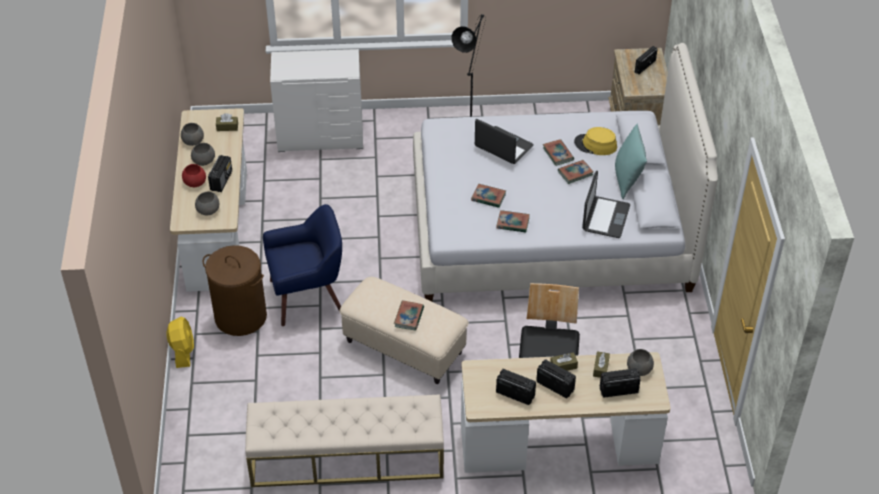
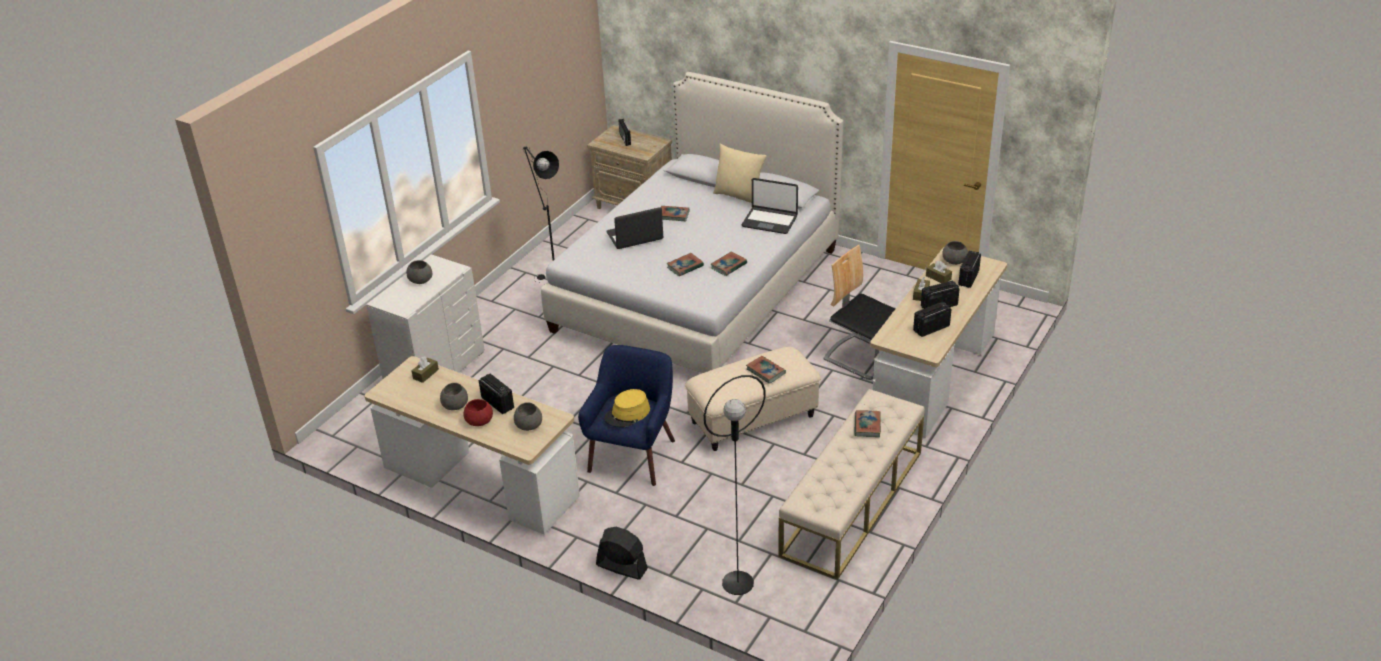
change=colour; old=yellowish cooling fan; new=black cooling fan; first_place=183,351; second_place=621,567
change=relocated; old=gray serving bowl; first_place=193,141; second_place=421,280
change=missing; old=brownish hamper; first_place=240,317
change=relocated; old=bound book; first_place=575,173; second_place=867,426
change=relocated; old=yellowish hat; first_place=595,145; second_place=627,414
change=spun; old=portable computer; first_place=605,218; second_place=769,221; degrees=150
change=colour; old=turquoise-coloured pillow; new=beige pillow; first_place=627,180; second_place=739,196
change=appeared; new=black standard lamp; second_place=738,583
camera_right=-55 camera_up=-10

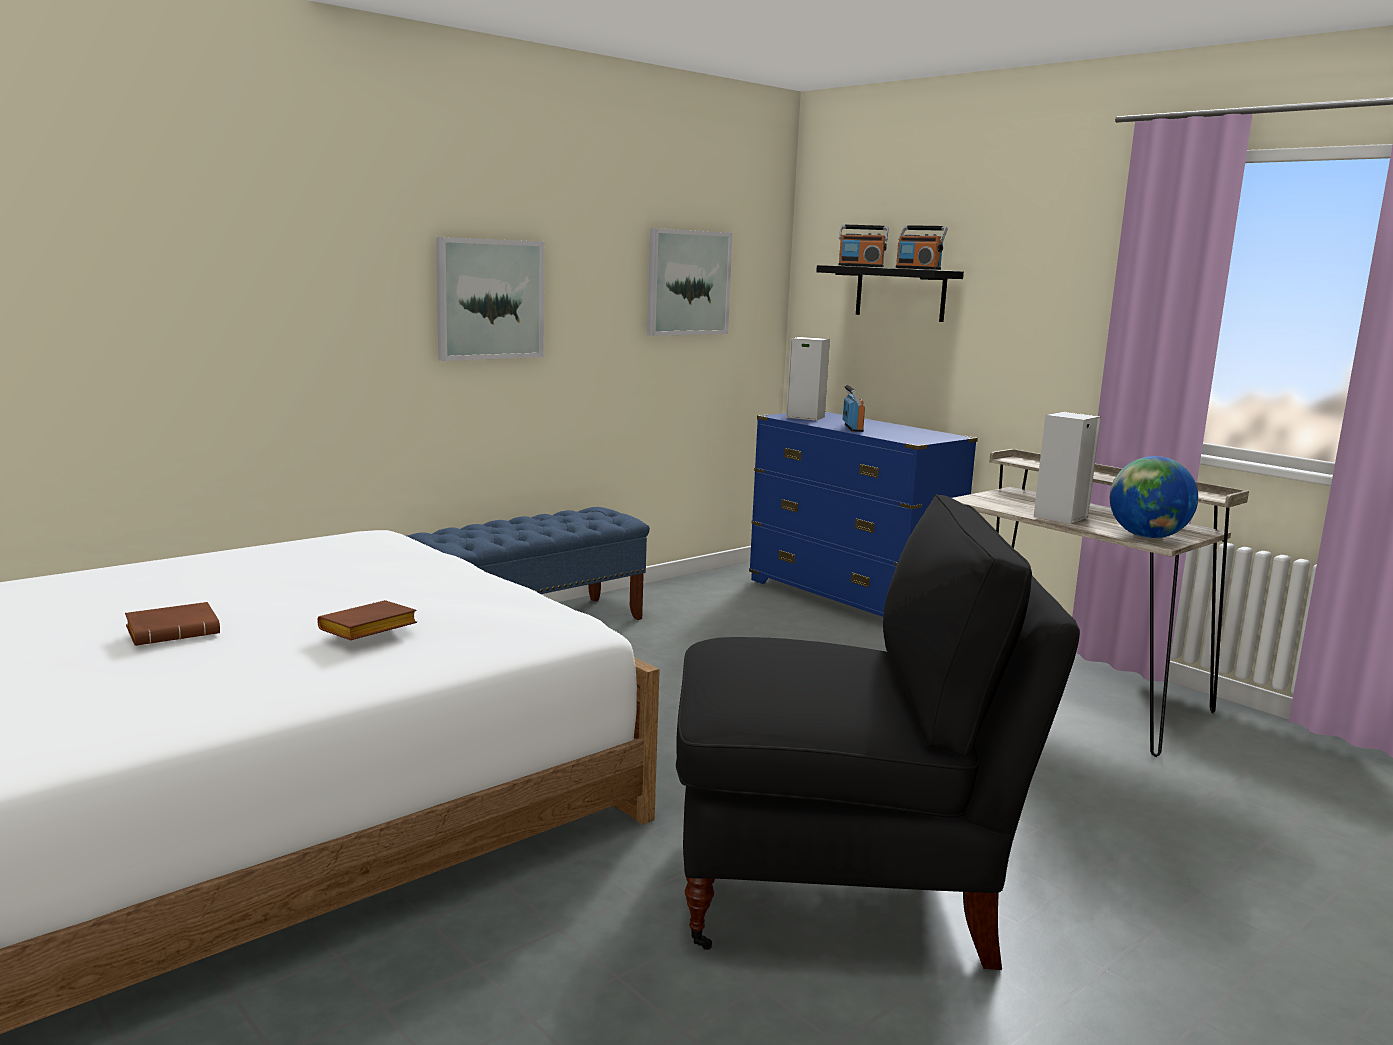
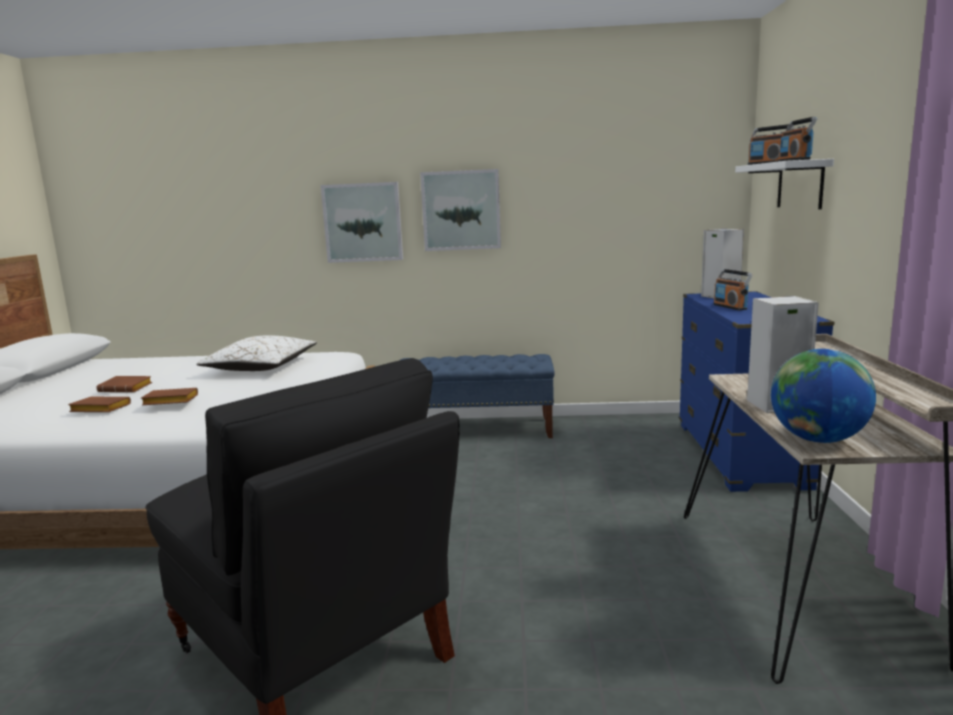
change=relocated; old=picture; first_place=687,282; second_place=363,222
change=colour; old=black bracket shelf; new=white bracket shelf; first_place=900,293; second_place=800,185
change=spun; old=radio receiver; first_place=853,428; second_place=730,307; degrees=120
change=appeared; new=brownish bound book; second_place=98,409
change=appeared; new=white pillow; second_place=260,367
camera_right=45 camera_up=0

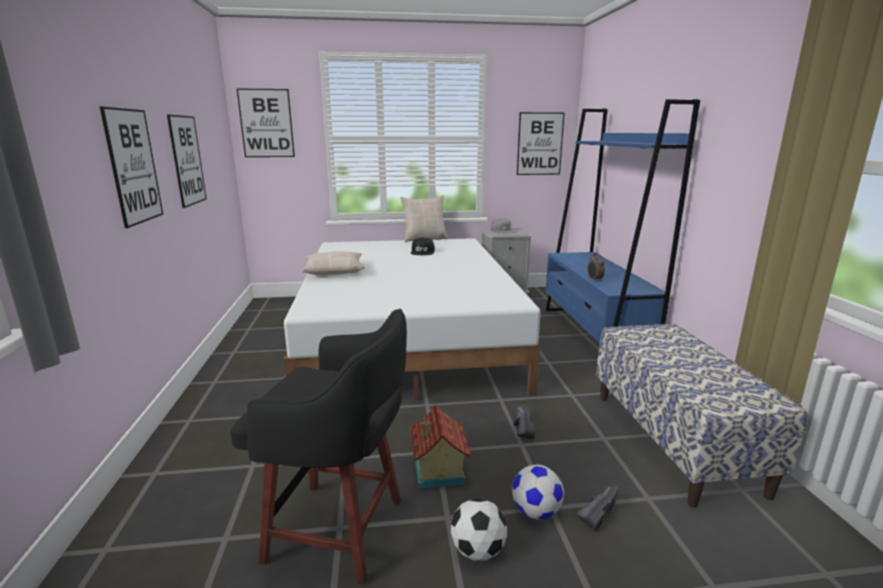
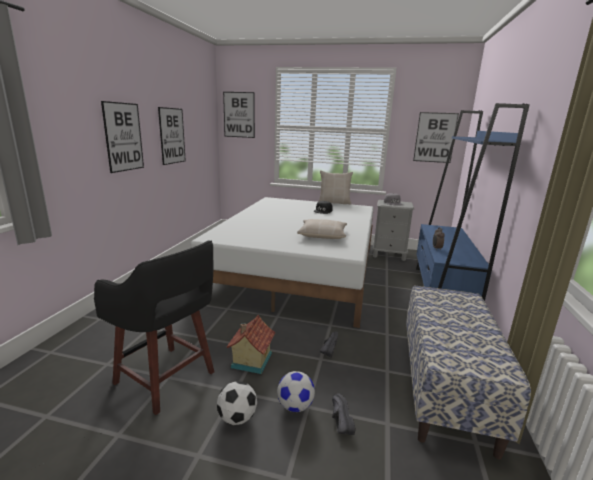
change=relocated; old=beige pillow; first_place=334,270; second_place=322,234
change=spun; old=black shoe; first_place=596,512; second_place=338,420; degrees=-75
camera_right=20 camera_up=0

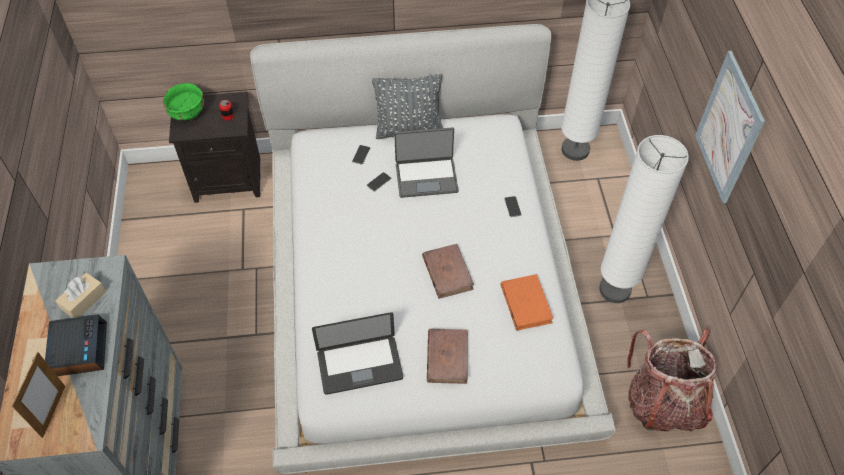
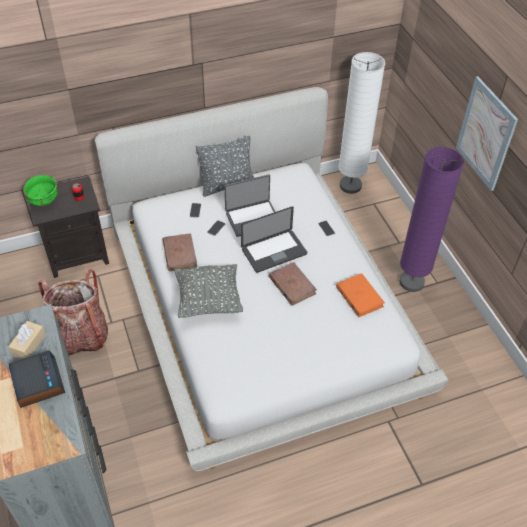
change=missing; old=picture frame; first_place=53,411
change=relocated; old=portable computer; first_place=360,365; second_place=274,252
change=relocated; old=brownish bound book; first_place=447,357; second_place=180,254
change=colour; old=white standard lamp; new=purple-coloured standard lamp; first_place=615,290; second_place=411,282
change=relocated; old=knapsack; first_place=663,403; second_place=79,336
change=appeared; new=gray pillow; second_place=208,301
camera_right=-15 camera_up=-5

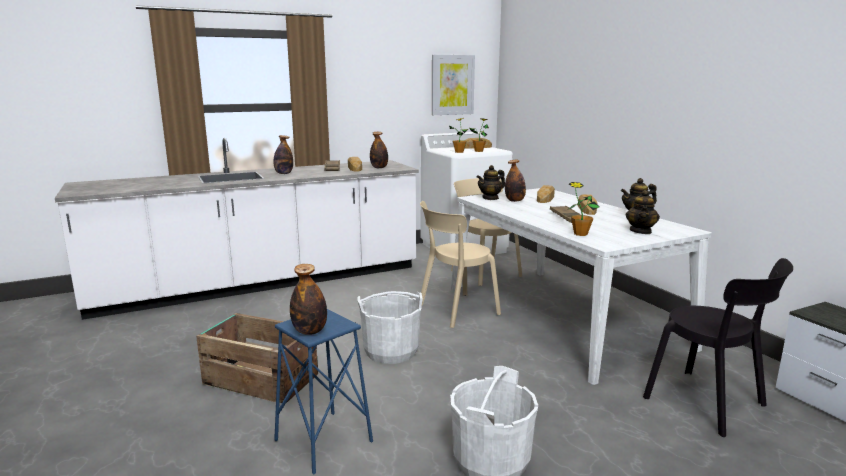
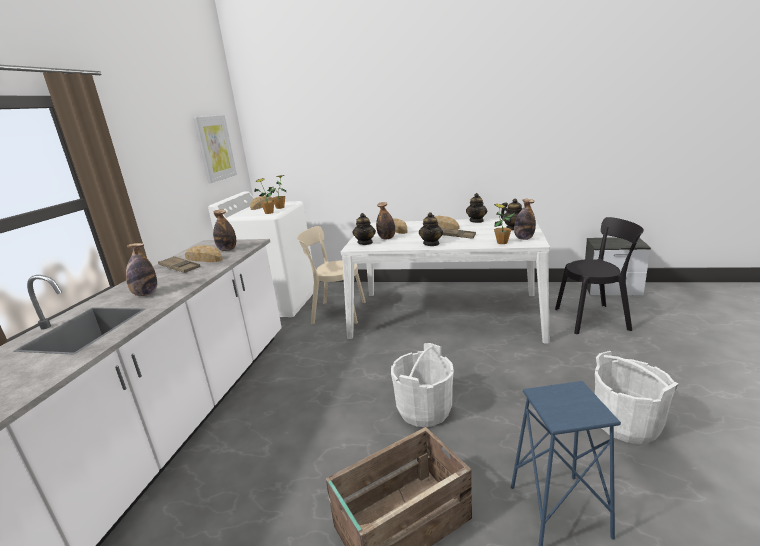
change=relocated; old=bottle; first_place=310,331; second_place=524,238
change=missing; old=beige upright chair; first_place=455,311
change=appeared; new=teapot; second_place=431,244
camera_right=-50 camera_up=5

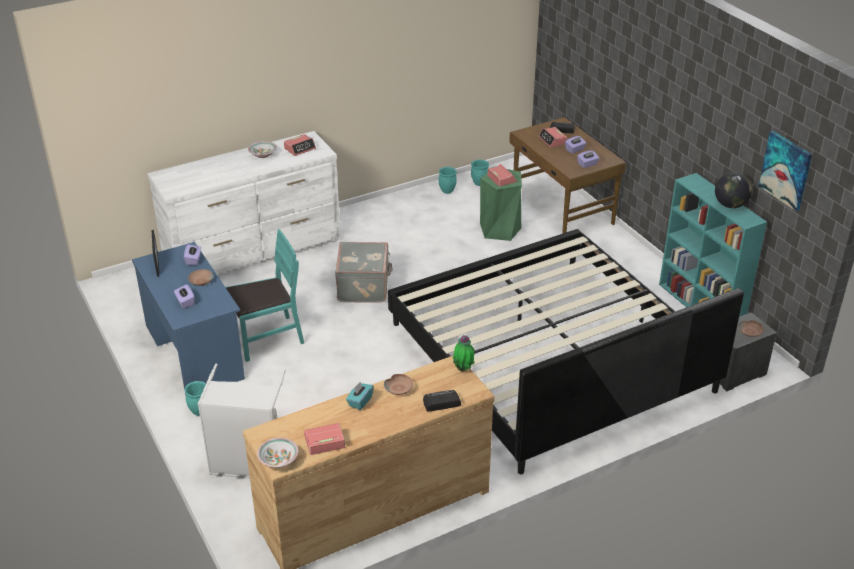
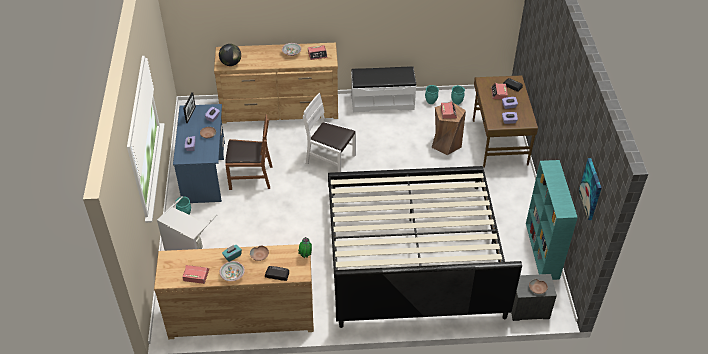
change=colour; old=white drawer chest; new=brownish drawer chest; first_place=254,250; second_place=280,109
change=colour; old=turquoise-coloured upright chair; new=brownish upright chair; first_place=266,337; second_place=250,177
change=relocated; old=serving bowl; first_place=278,459; second_place=232,275
change=exchanged; old=gray suitcase; new=white upright chair; first_place=364,287; second_place=330,160
change=colour; old=green stool seat; new=brownish stool seat; first_place=500,229; second_place=446,144
change=relocated; old=globe; first_place=730,205; second_place=231,63
change=appeared; new=white indoor bench; second_place=382,101
camera_right=25 camera_up=10

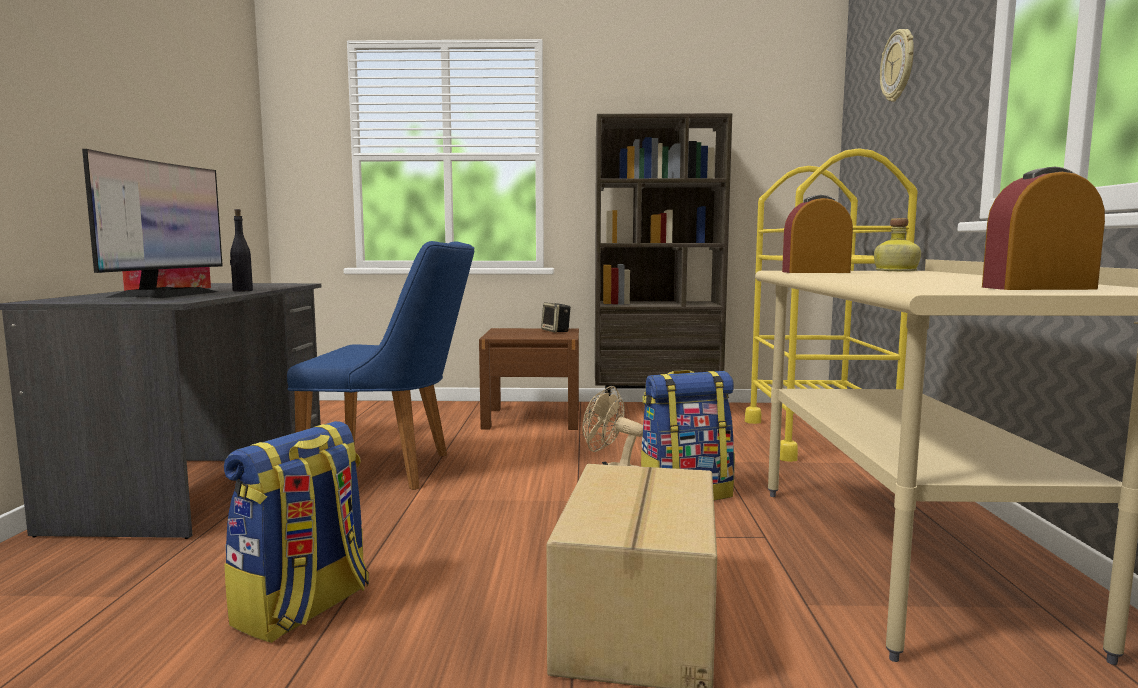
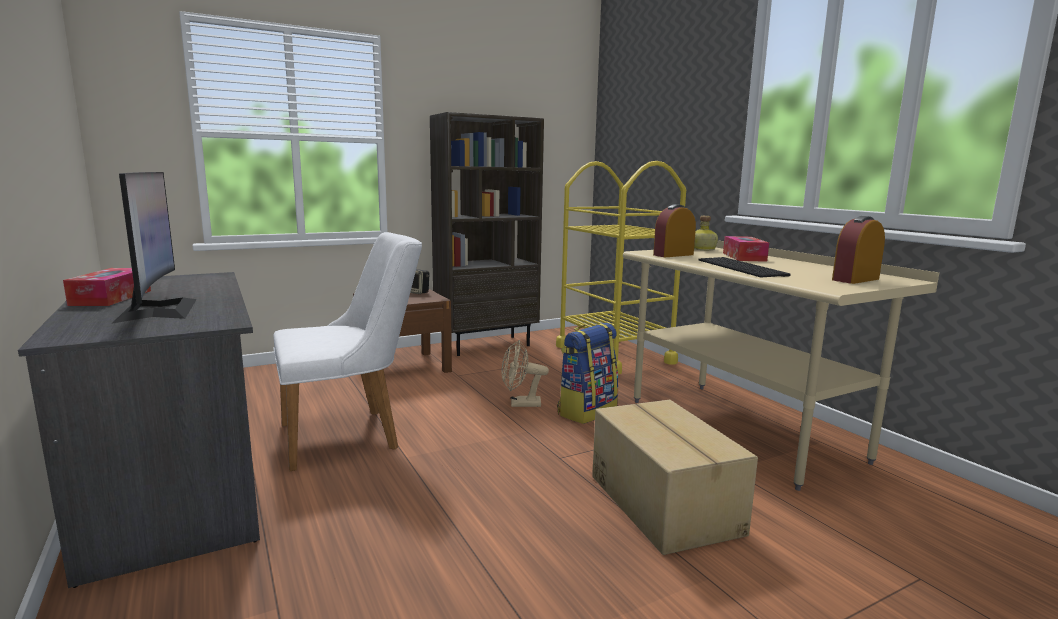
change=missing; old=knapsack; first_place=304,609
change=missing; old=black bottle; first_place=242,290
change=colour; old=blue upright chair; new=white upright chair; first_place=393,469; second_place=351,435
change=missing; old=wall clock; first_place=898,66
change=appeared; new=computer keyboard; second_place=743,267
change=appeared; new=tissue holder; second_place=744,257
camera_right=-30 camera_up=5

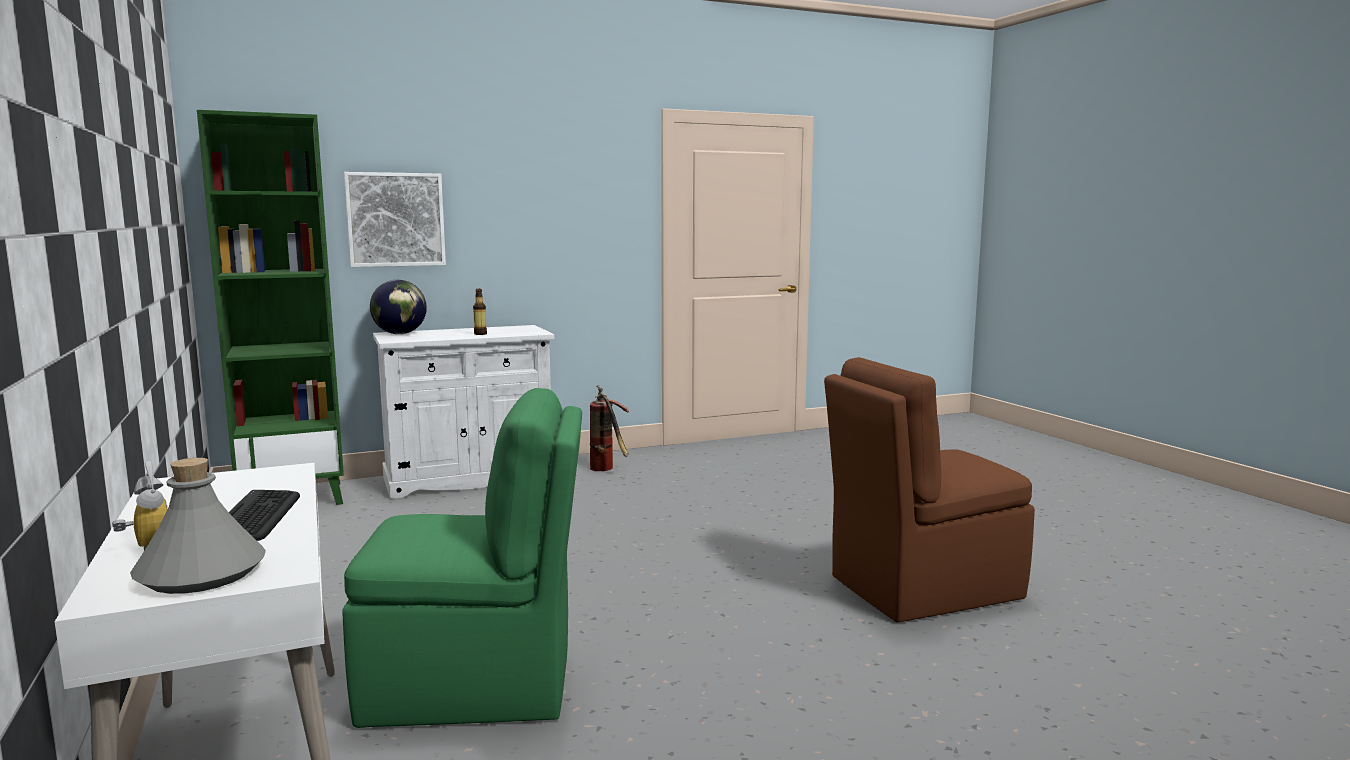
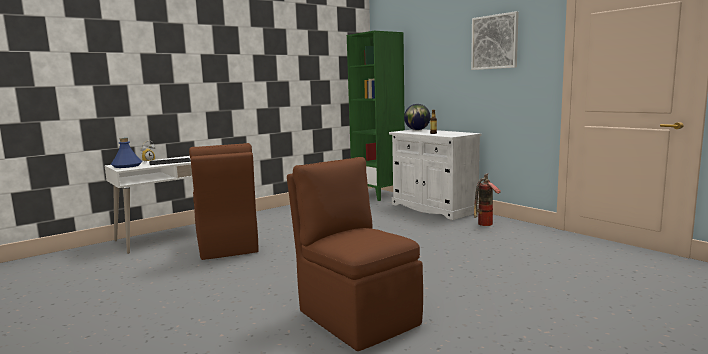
change=colour; old=gray bottle; new=blue bottle; first_place=202,573; second_place=127,166
change=colour; old=green upright chair; new=brownish upright chair; first_place=476,684; second_place=227,246
change=relocated; old=picture; first_place=395,219; second_place=494,42
camera_right=75 camera_up=0

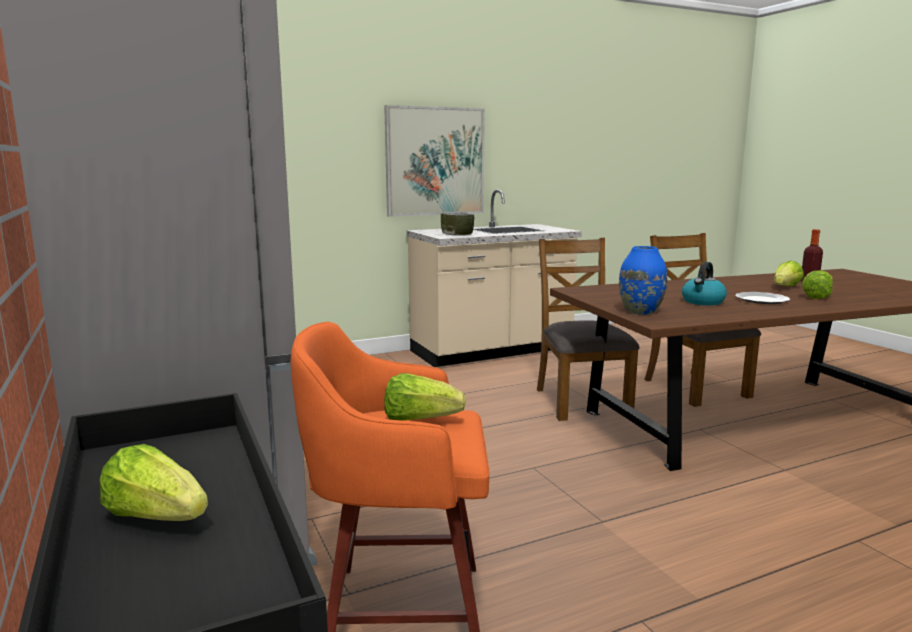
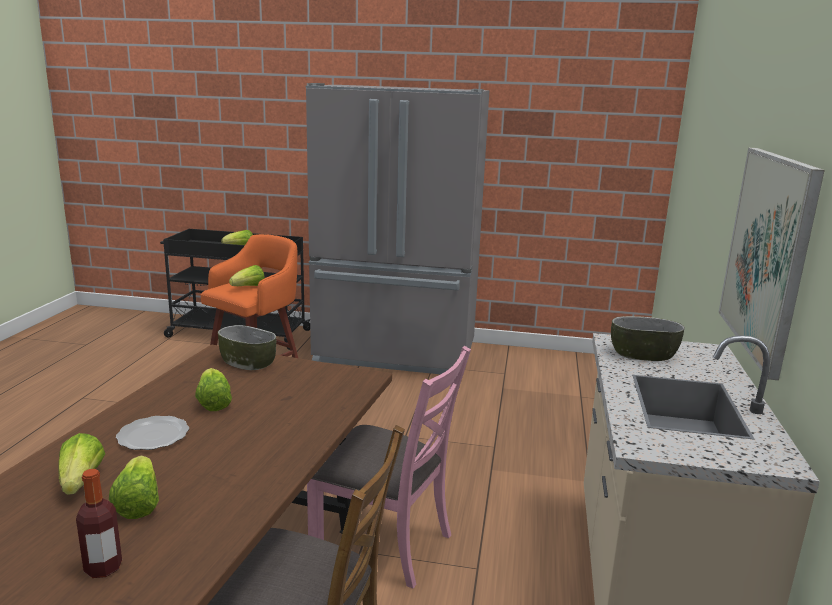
change=colour; old=brownish upright chair; new=pink-coloured upright chair; first_place=580,401; second_place=384,542
change=exchanged; old=blue flower vase; new=serving bowl; first_place=640,311; second_place=248,362
change=exchanged; old=water kettle; new=lettuce head; first_place=703,302; second_place=213,402
camera_right=125 camera_up=5

